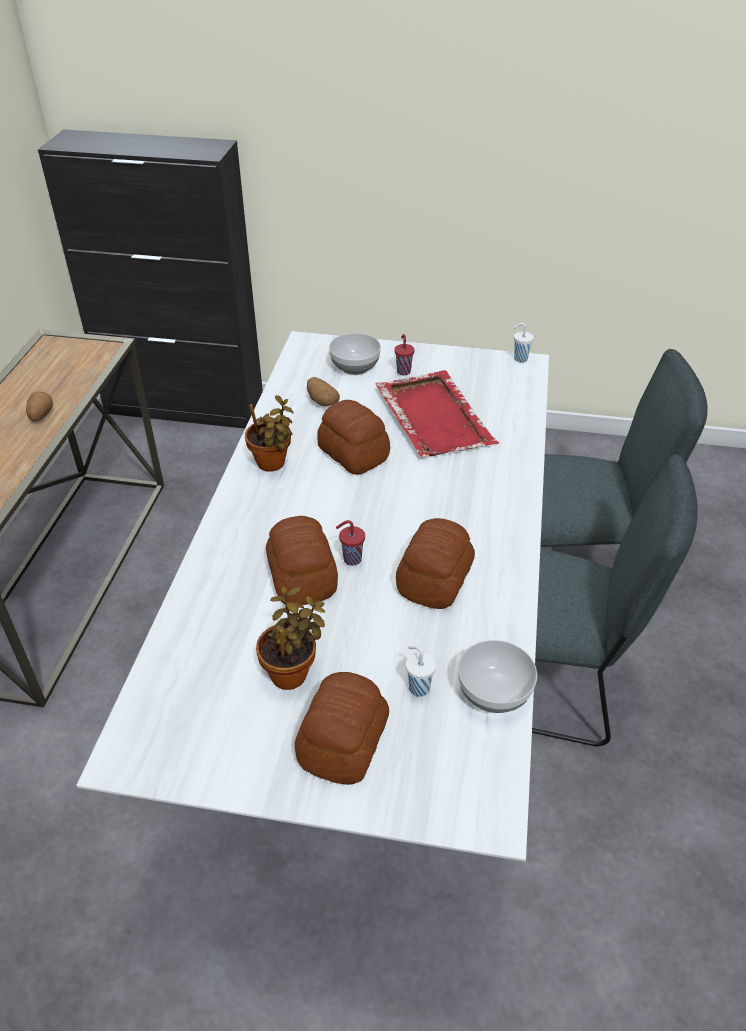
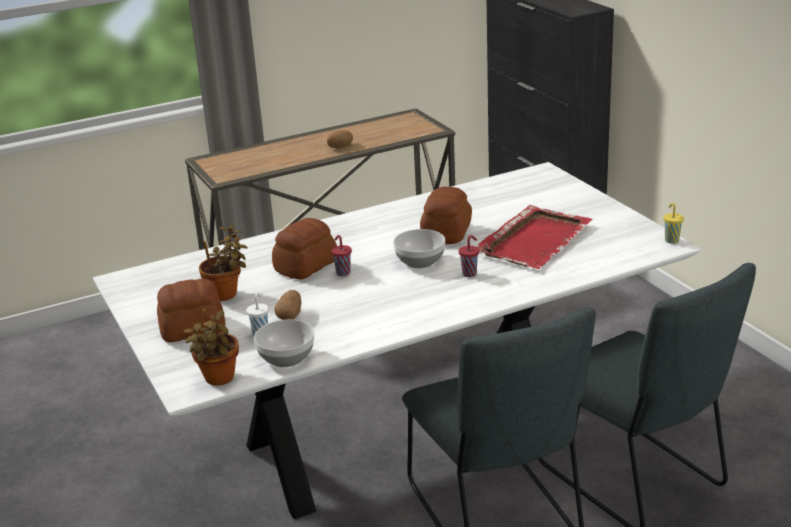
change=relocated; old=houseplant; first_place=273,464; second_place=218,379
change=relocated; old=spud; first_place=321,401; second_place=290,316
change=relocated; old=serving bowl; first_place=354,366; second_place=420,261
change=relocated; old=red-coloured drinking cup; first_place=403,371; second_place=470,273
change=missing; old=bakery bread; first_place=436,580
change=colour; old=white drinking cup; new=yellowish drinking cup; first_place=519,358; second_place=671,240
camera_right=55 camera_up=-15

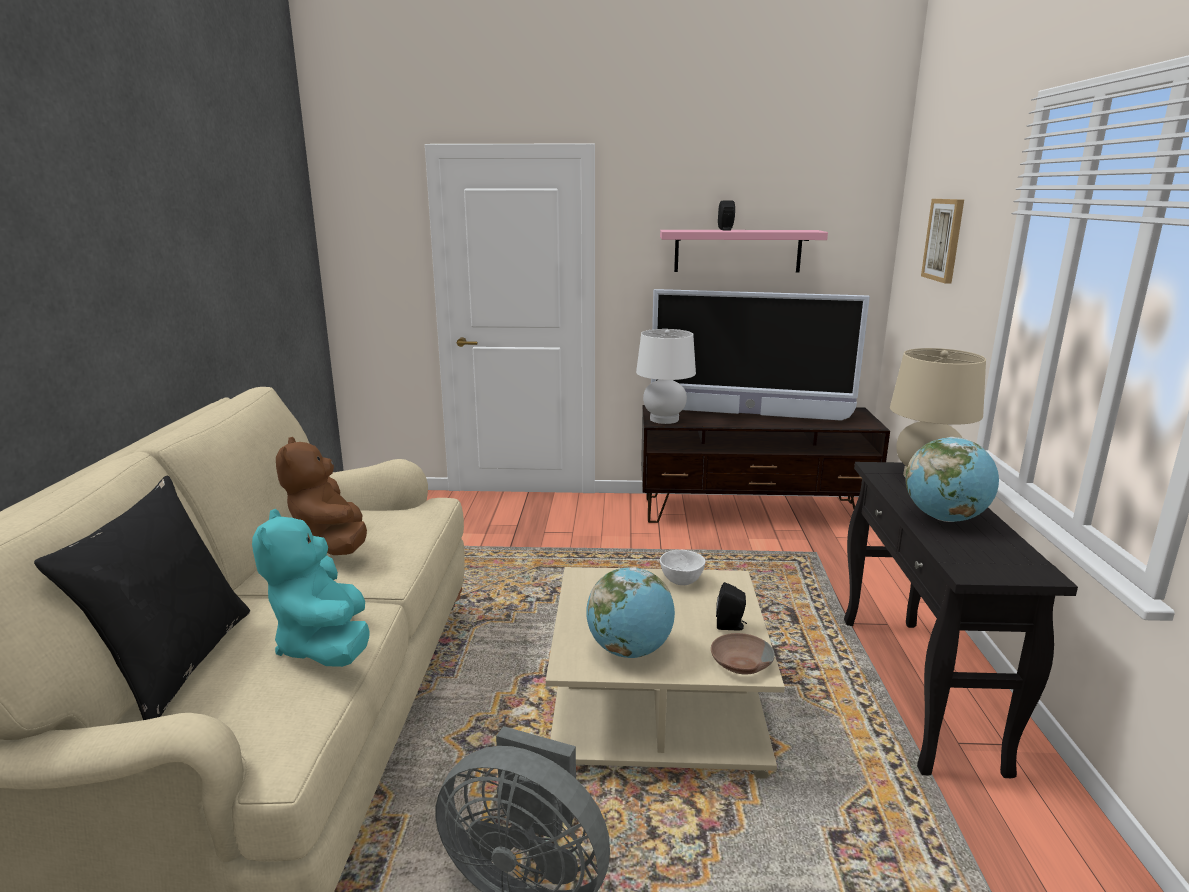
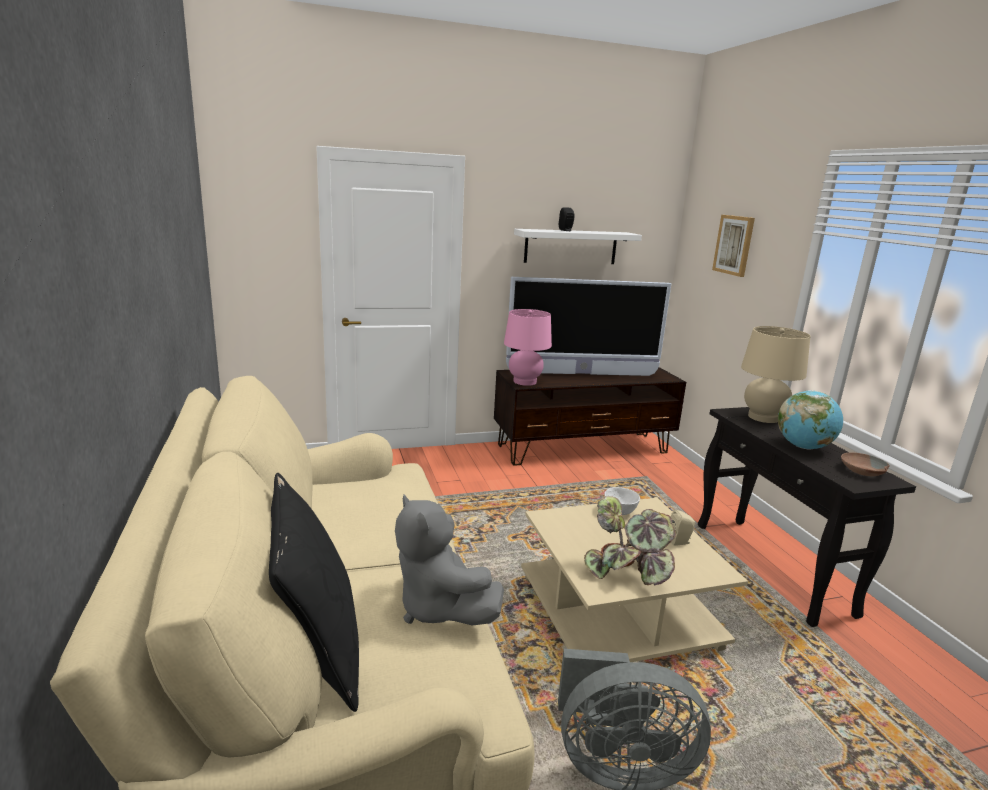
change=colour; old=turquoise-coloured plush toy; new=gray plush toy; first_place=325,645; second_place=439,608
change=missing; old=brownish plush toy; first_place=331,546
change=exchanged; old=globe; new=houseplant; first_place=630,650; second_place=628,571
change=colour; old=white lamp for a table; new=pink-coloured lamp for a table; first_place=664,419; second_place=524,381
change=colour; old=pink-coloured bracket shelf; new=white bracket shelf; first_place=737,251; second_place=571,247
change=relocated; old=brownish serving bowl; first_place=740,663; second_place=862,471
change=colour; old=black speaker; new=beige speaker; first_place=731,626; second_place=680,541
camera_right=-20 camera_up=0

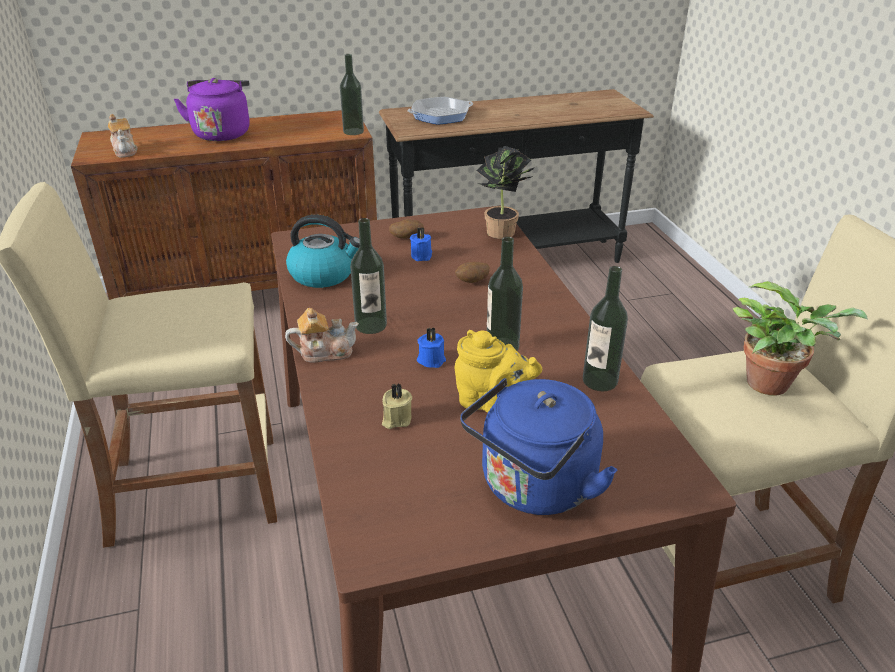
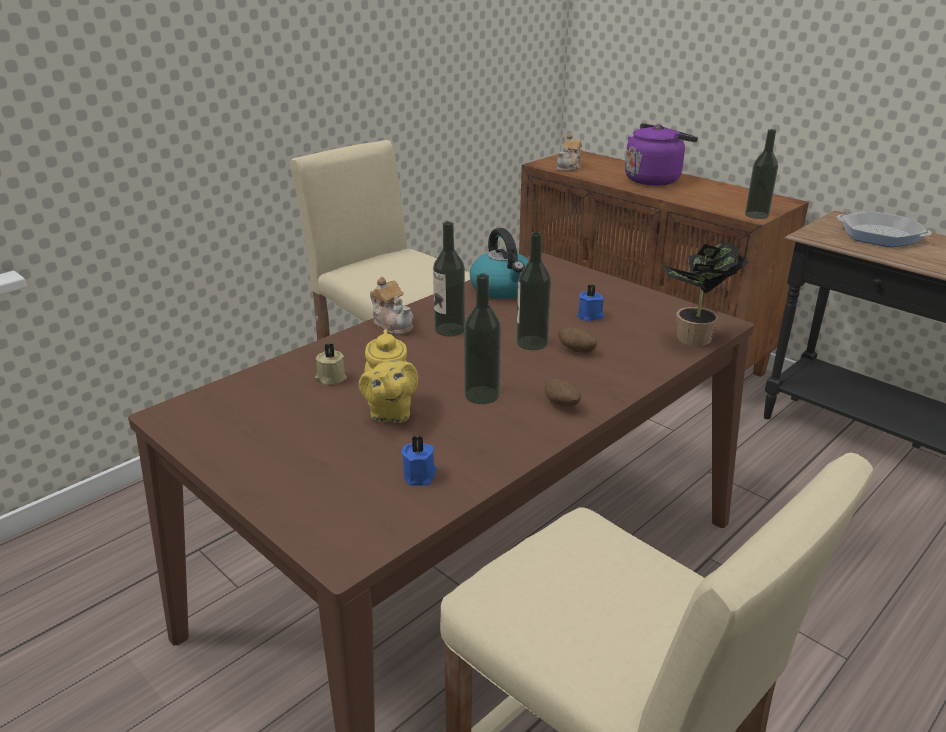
change=relocated; old=spud; first_place=406,238; second_place=562,405
change=relocated; old=blue wax light; first_place=431,359; second_place=420,475
change=missing; old=blue water kettle; first_place=534,488
change=relocated; old=bottle; first_place=600,381; second_place=532,343
change=missing; old=houseplant; first_place=773,384
camera_right=60 camera_up=-5

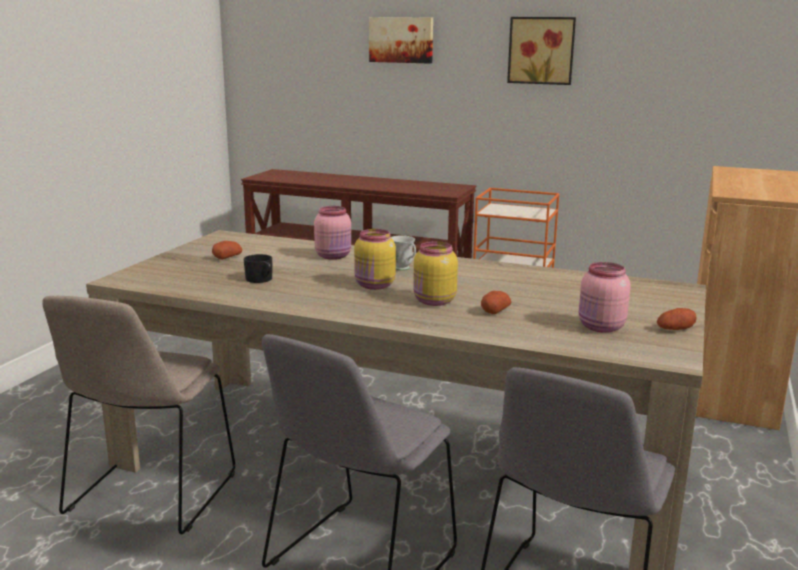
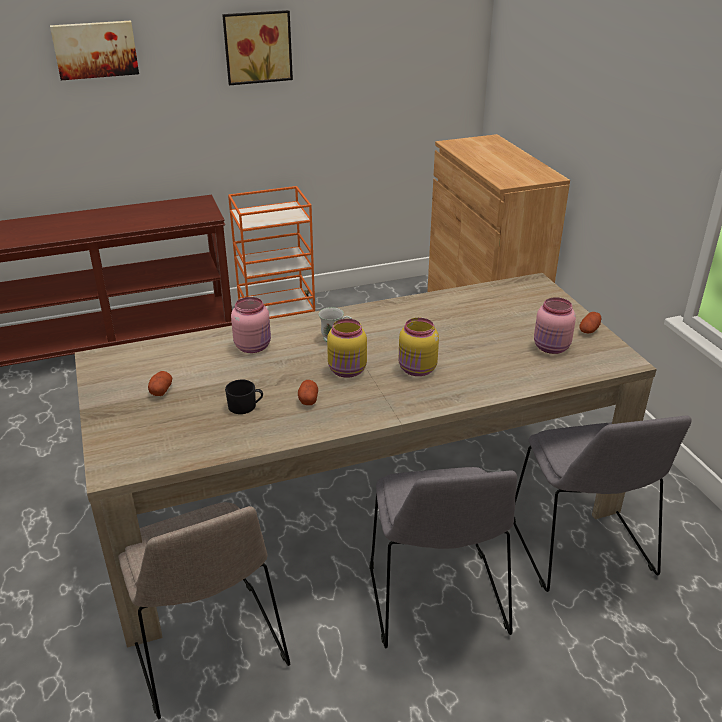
change=relocated; old=spud; first_place=495,311; second_place=308,399
camera_right=-40 camera_up=15

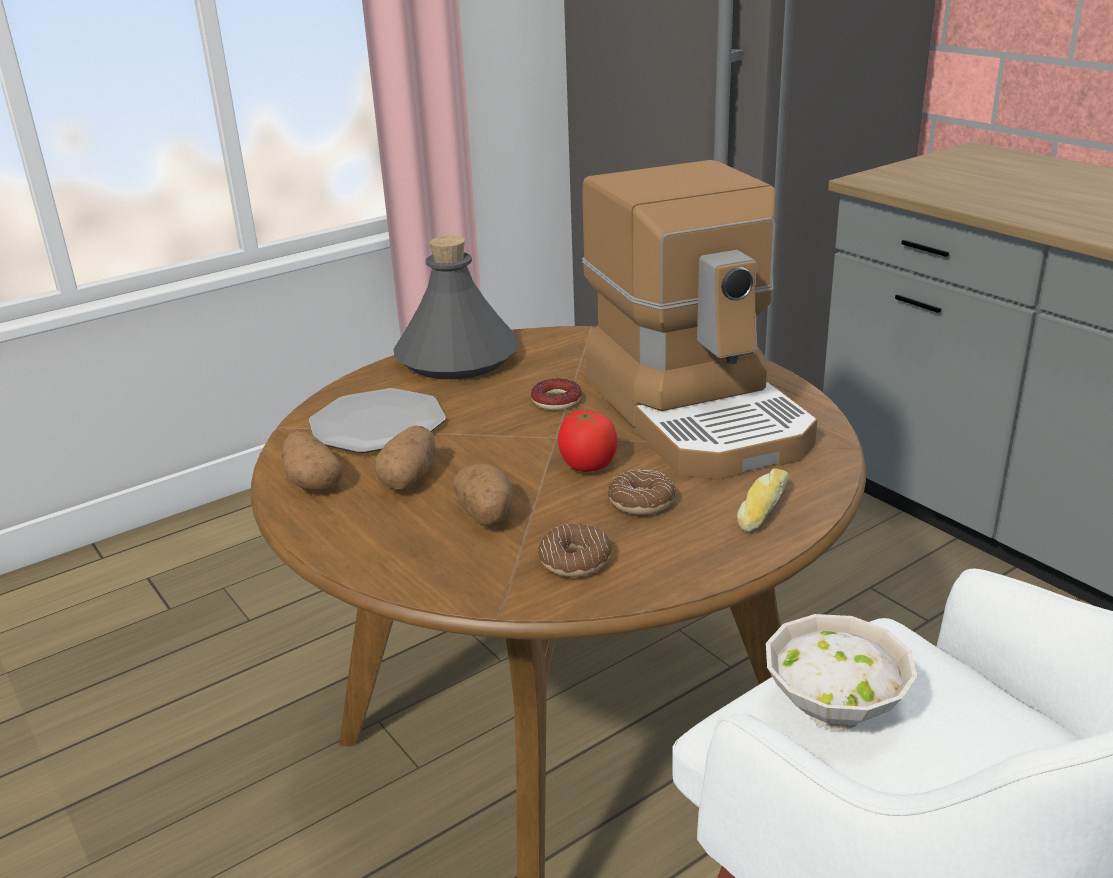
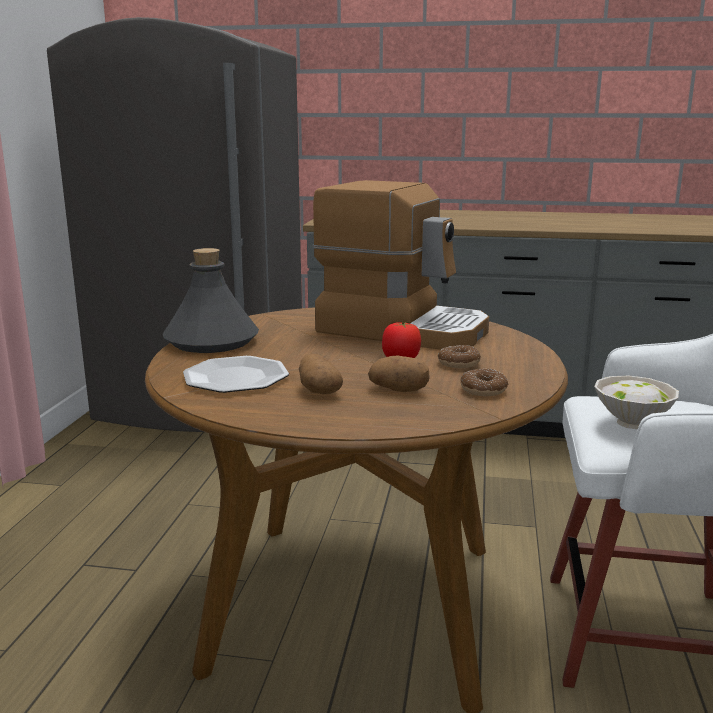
change=missing; old=spud; first_place=312,482
change=missing; old=donut; first_place=556,401
change=missing; old=bakery bread; first_place=761,508
camera_right=-45 camera_up=-10

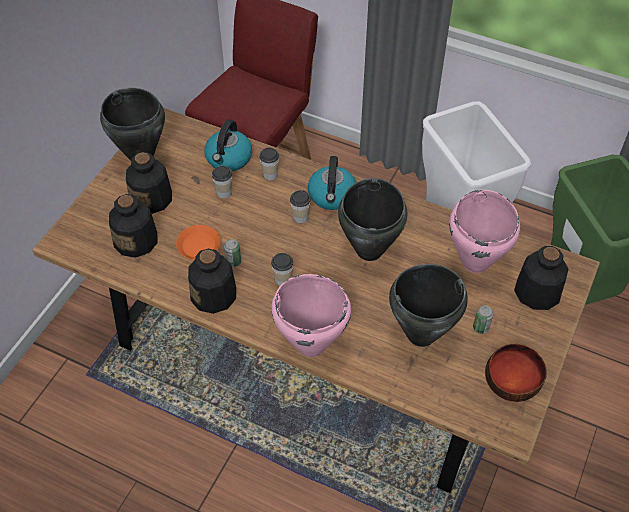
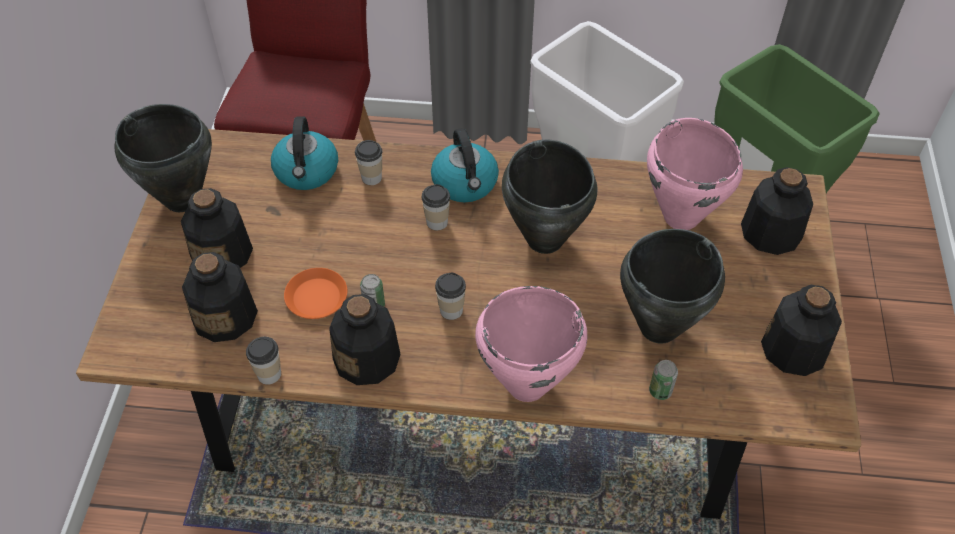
change=relocated; old=drinking cup; first_place=224,192; second_place=269,374
change=relocated; old=sealed can; first_place=480,328; second_place=660,391
change=exchanged; old=serving bowl; new=bottle; first_place=512,379; second_place=794,349
camera_right=-20 camera_up=0

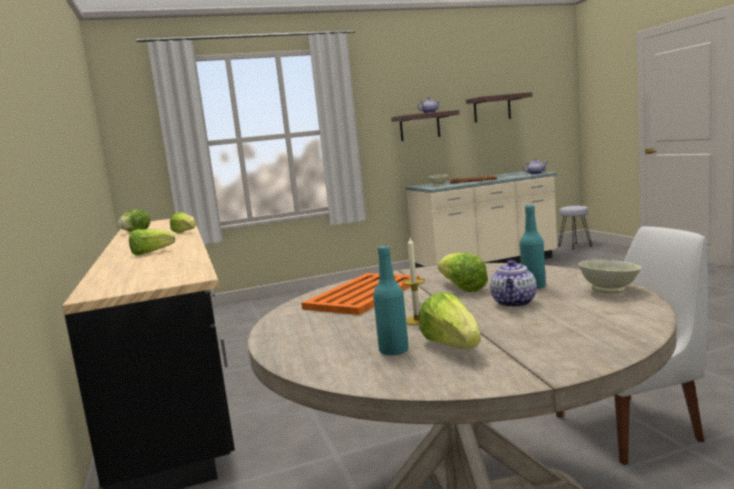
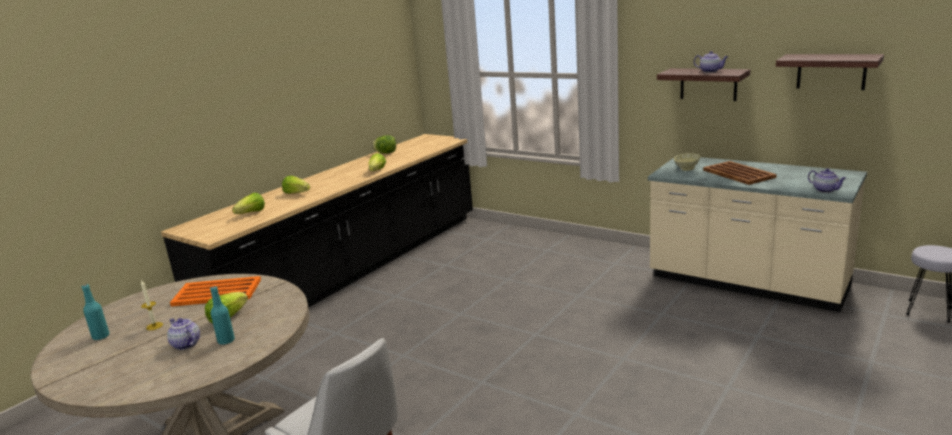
change=relocated; old=lettuce head; first_place=452,346; second_place=251,213
change=spun; old=teapot; first_place=514,303; second_place=185,344; degrees=60
change=missing; old=beige serving bowl; first_place=610,291
camera_right=55 camera_up=10

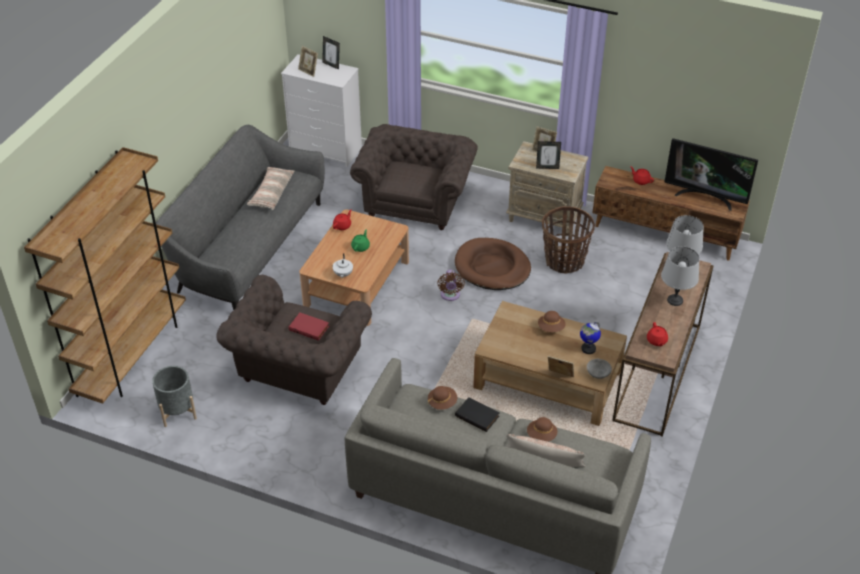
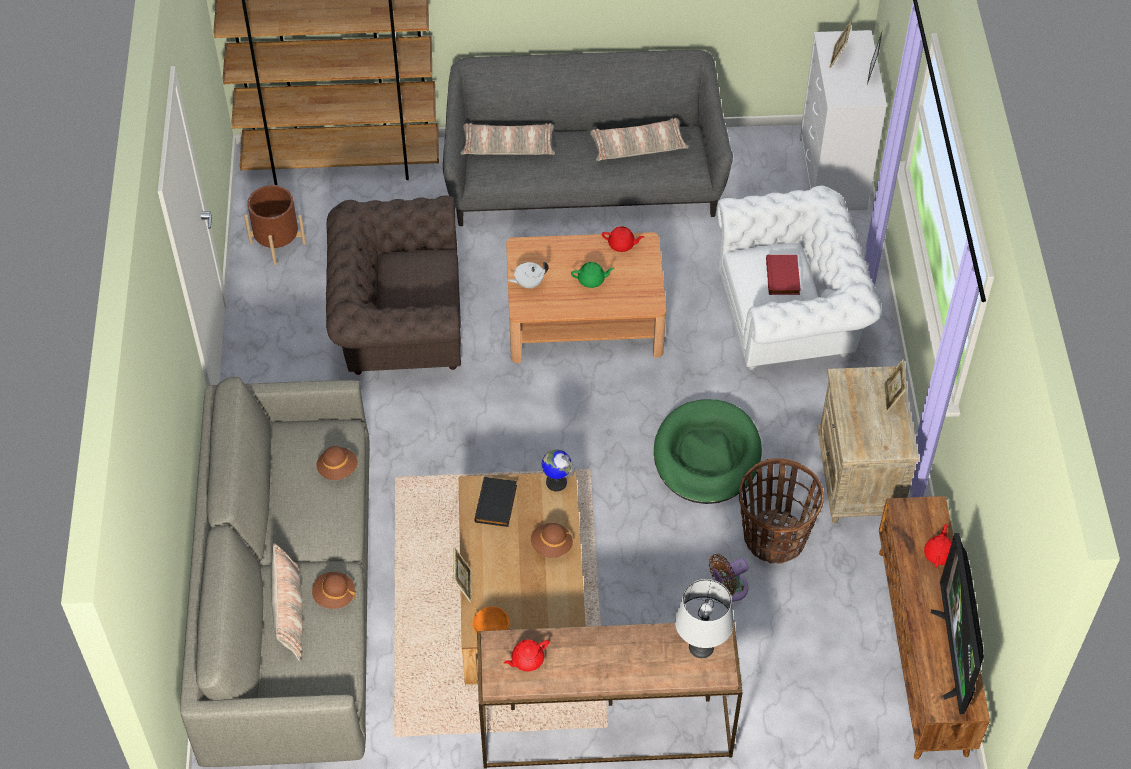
change=colour; old=gray plant pot; new=brownish plant pot; first_place=177,411; second_place=277,243
change=relocated; old=red-coloured bound book; first_place=309,327; second_place=784,277
change=colour; old=brownish armchair; new=white armchair; first_place=416,201; second_place=790,316
change=relocated; old=brownish cooling fan; first_place=450,295; second_place=729,589
change=colour; old=brownish pet bed; new=green pet bed; first_place=492,267; second_place=706,455
change=relocated; old=black bound book; first_place=478,416; second_place=497,504
change=missing; old=picture frame; first_place=547,167
change=relocated; old=globe; first_place=588,349; second_place=556,482
change=colour; old=gray serving bowl; new=orange serving bowl; first_place=597,373; second_place=491,628
change=missing; old=gray lamp for a table; first_place=675,300
change=appeared; new=pillow; second_place=508,146
camera_right=65 camera_up=10

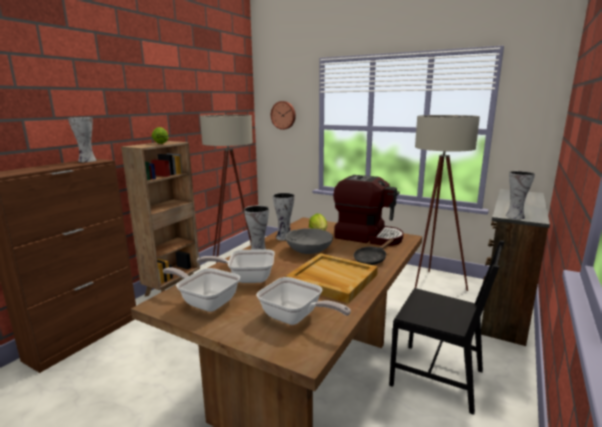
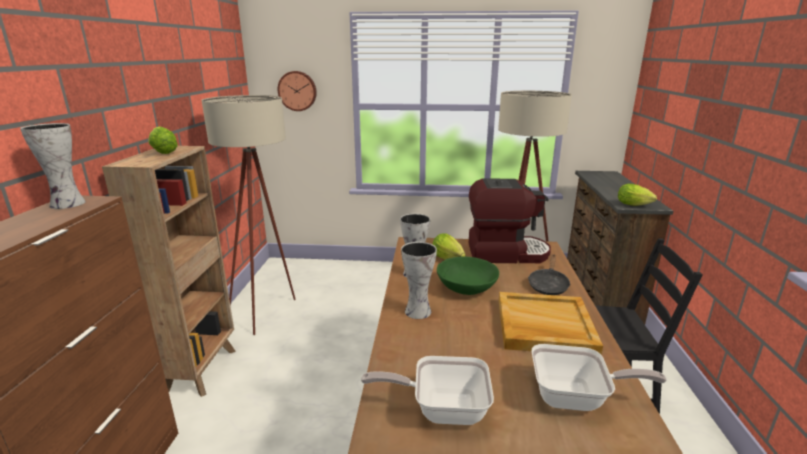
change=missing; old=frying pan; first_place=246,278
change=colour; old=gray serving bowl; new=green serving bowl; first_place=308,250; second_place=466,287
change=exchanged; old=flower vase; new=lettuce head; first_place=514,216; second_place=635,205
camera_right=-25 camera_up=5

